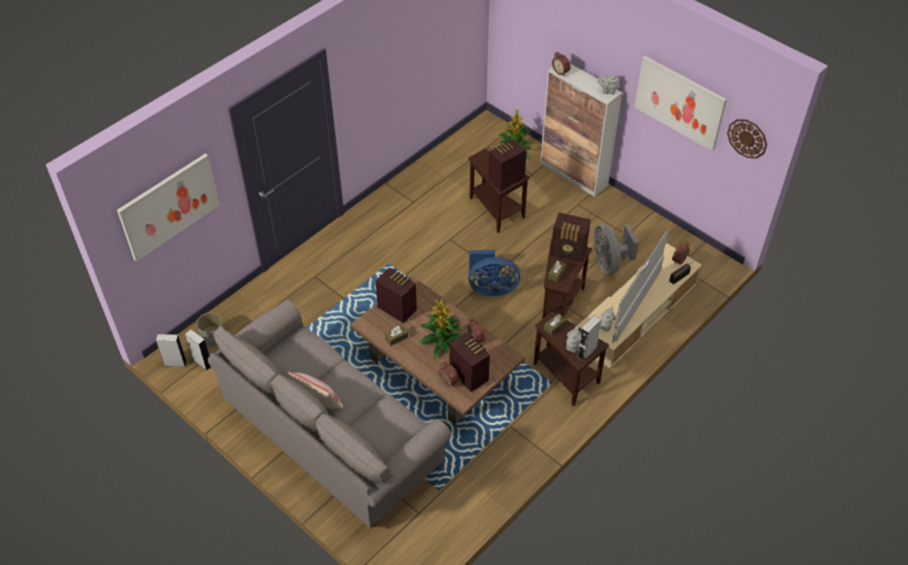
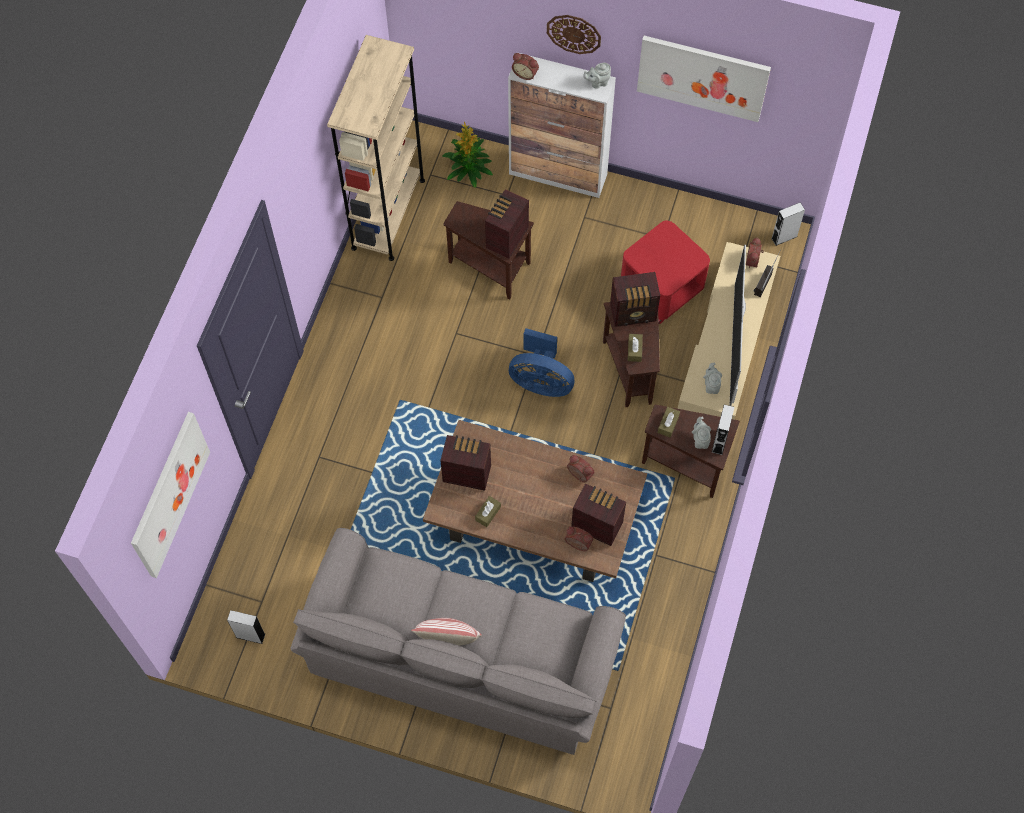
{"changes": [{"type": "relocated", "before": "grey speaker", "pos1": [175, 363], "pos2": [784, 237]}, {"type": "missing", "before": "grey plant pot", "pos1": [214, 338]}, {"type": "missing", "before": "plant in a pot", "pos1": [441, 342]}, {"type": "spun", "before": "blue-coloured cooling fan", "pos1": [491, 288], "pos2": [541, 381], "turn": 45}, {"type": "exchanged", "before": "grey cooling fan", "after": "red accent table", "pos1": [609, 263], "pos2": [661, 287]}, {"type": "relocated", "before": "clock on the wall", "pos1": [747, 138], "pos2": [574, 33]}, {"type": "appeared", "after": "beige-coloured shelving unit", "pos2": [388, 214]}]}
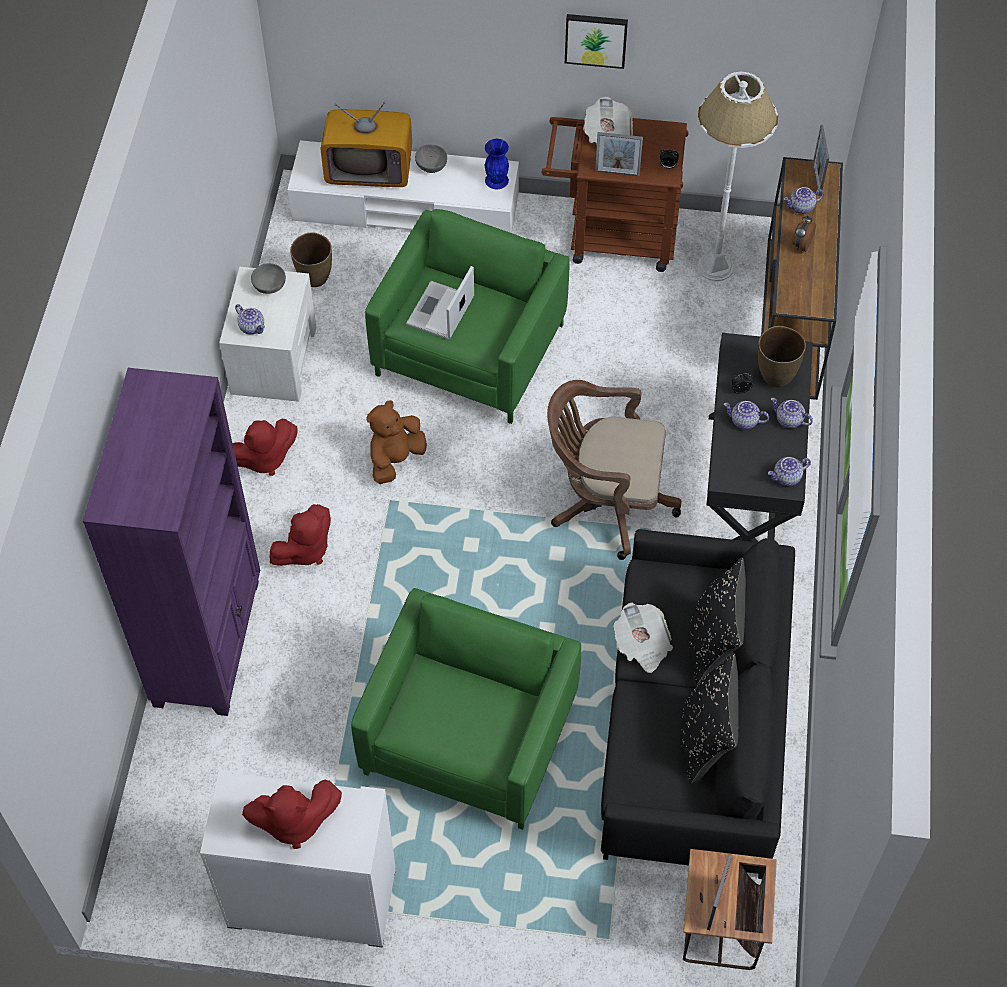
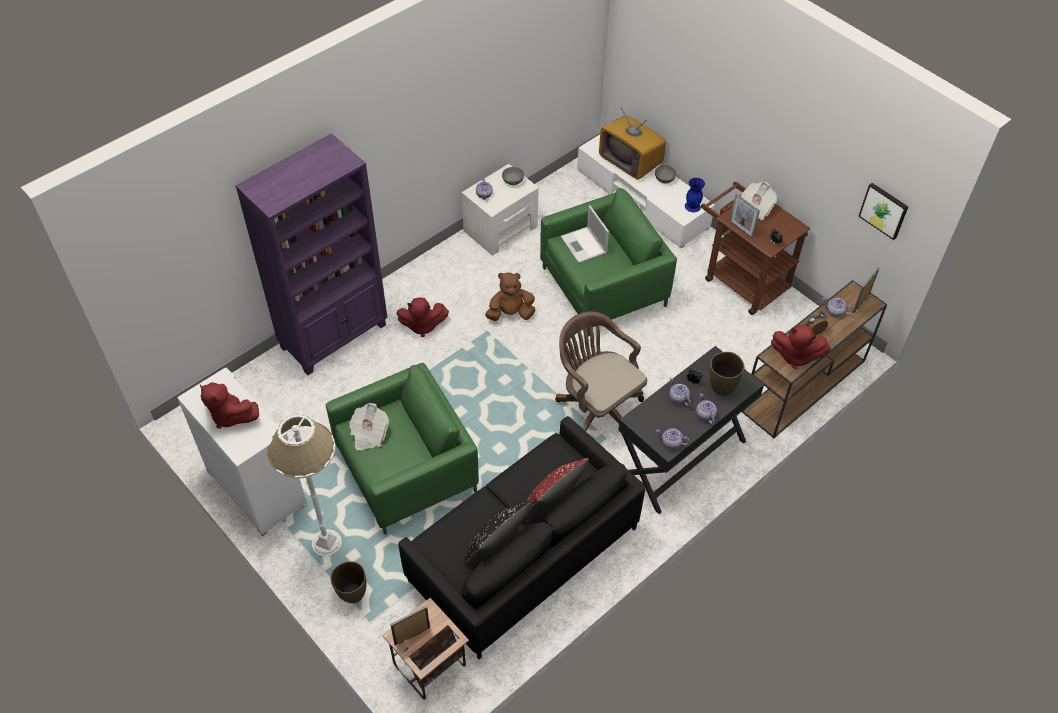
{"changes": [{"type": "relocated", "before": "red cuddly toy", "pos1": [264, 458], "pos2": [795, 356]}, {"type": "relocated", "before": "brown-coloured vase", "pos1": [315, 279], "pos2": [352, 595]}, {"type": "spun", "before": "notebook computer", "pos1": [440, 312], "pos2": [584, 245], "turn": -90}, {"type": "relocated", "before": "wall picture", "pos1": [596, 39], "pos2": [884, 210]}, {"type": "relocated", "before": "newspaper", "pos1": [642, 645], "pos2": [369, 434]}, {"type": "colour", "before": "black pillow", "after": "red pillow", "pos1": [712, 643], "pos2": [552, 504]}, {"type": "relocated", "before": "white-coloured standing lamp", "pos1": [715, 267], "pos2": [326, 543]}]}
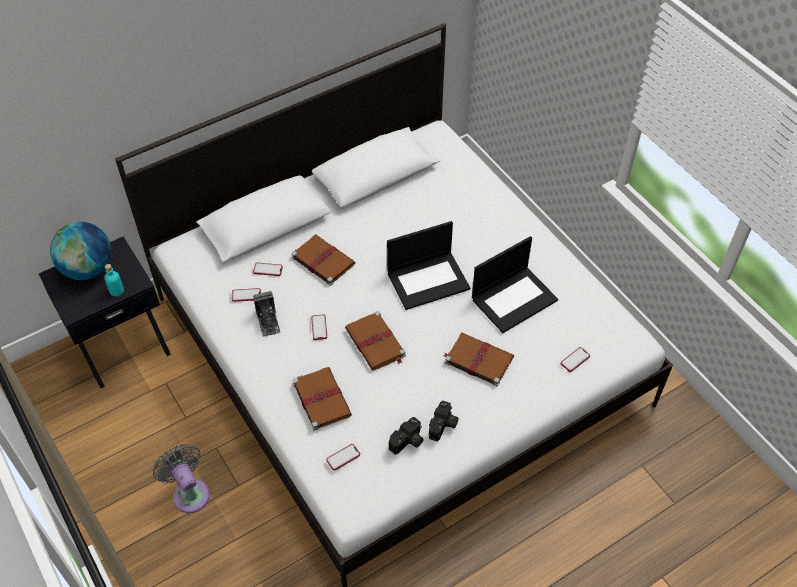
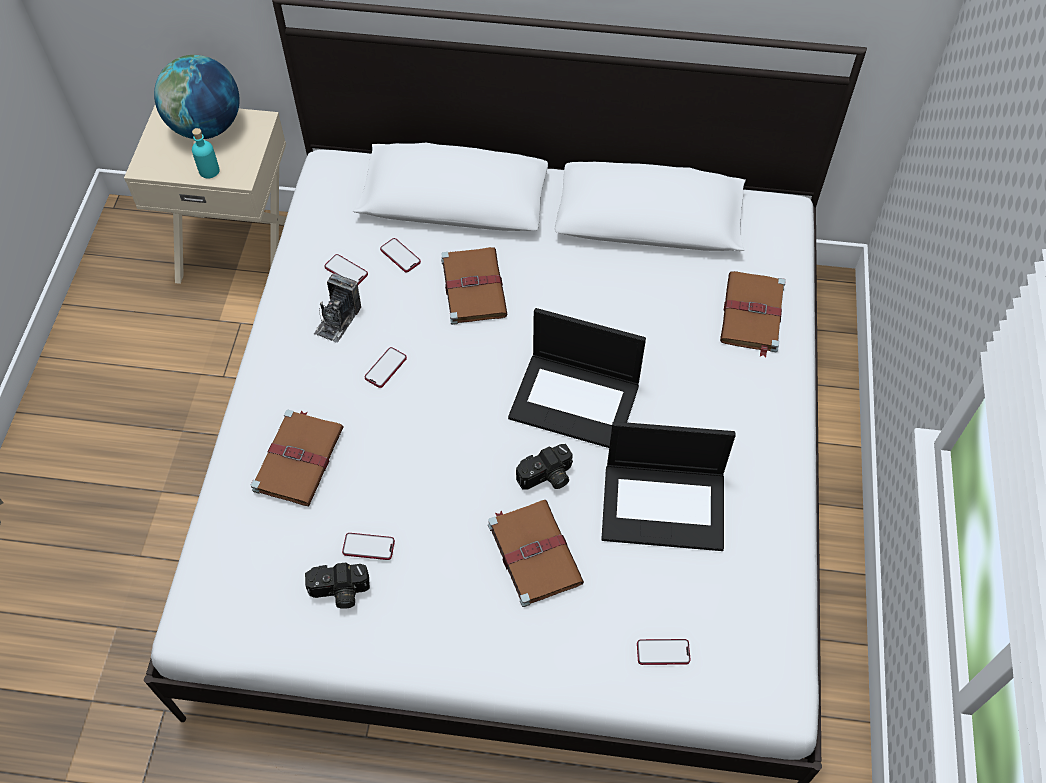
{"changes": [{"type": "colour", "before": "black bedside table", "after": "beige-coloured bedside table", "pos1": [121, 345], "pos2": [238, 249]}, {"type": "missing", "before": "grey cooling fan", "pos1": [189, 492]}, {"type": "relocated", "before": "handset", "pos1": [343, 457], "pos2": [368, 547]}, {"type": "relocated", "before": "brown-coloured book", "pos1": [376, 343], "pos2": [752, 315]}, {"type": "relocated", "before": "photo camera", "pos1": [443, 426], "pos2": [547, 478]}]}
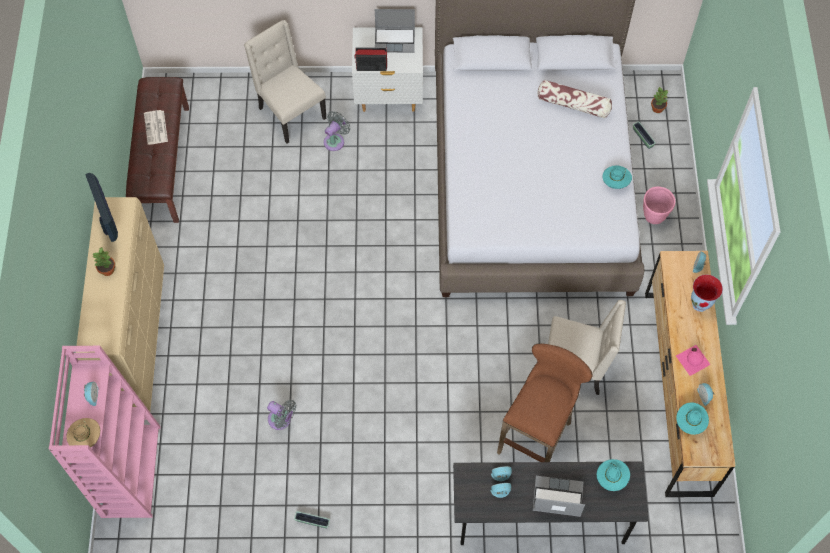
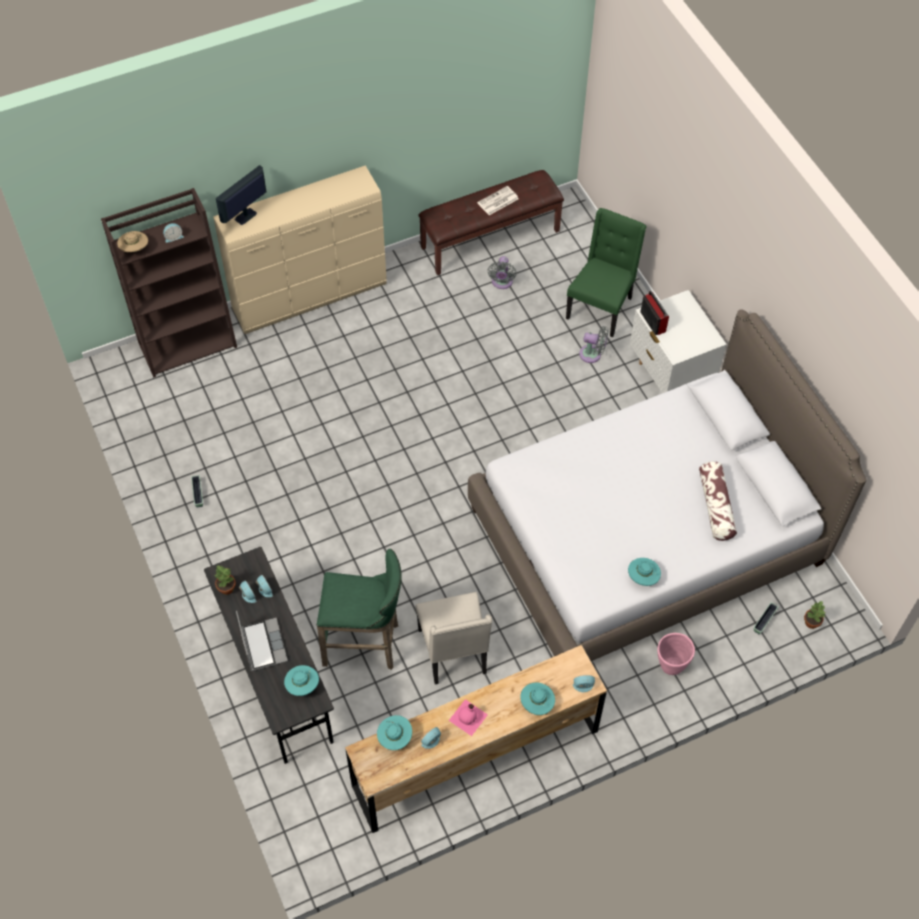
{"changes": [{"type": "colour", "before": "pinkish shelving unit", "after": "brown-coloured shelving unit", "pos1": [130, 470], "pos2": [188, 344]}, {"type": "relocated", "before": "computer screen", "pos1": [108, 224], "pos2": [245, 216]}, {"type": "relocated", "before": "plant in a pot", "pos1": [107, 270], "pos2": [226, 588]}, {"type": "colour", "before": "beige-coloured plain chair", "after": "green-coloured plain chair", "pos1": [290, 113], "pos2": [600, 307]}, {"type": "relocated", "before": "grey cooling fan", "pos1": [281, 420], "pos2": [501, 283]}, {"type": "missing", "before": "notebook computer", "pos1": [395, 40]}, {"type": "colour", "before": "brown-coloured sitting stool", "after": "green-coloured sitting stool", "pos1": [537, 435], "pos2": [365, 644]}, {"type": "exchanged", "before": "vase", "after": "turquoise-coloured hat", "pos1": [700, 304], "pos2": [537, 704]}]}
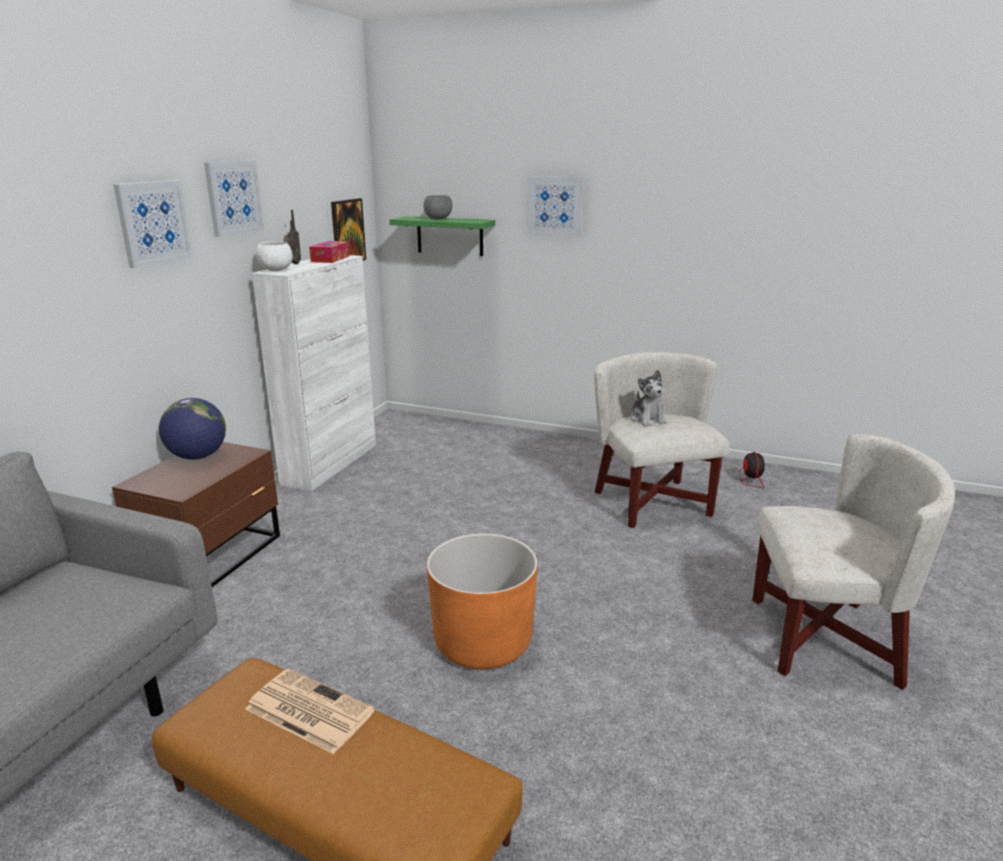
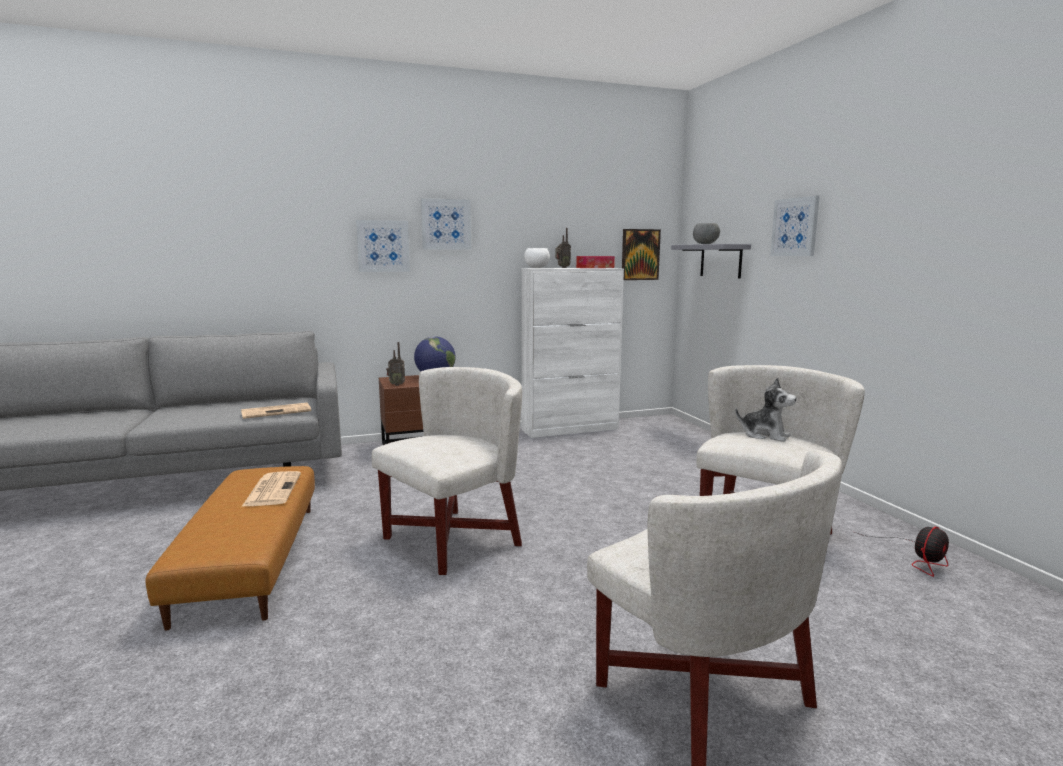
{"changes": [{"type": "relocated", "before": "wall picture", "pos1": [233, 197], "pos2": [383, 246]}, {"type": "colour", "before": "green-coloured shelf", "after": "grey shelf", "pos1": [450, 236], "pos2": [721, 261]}, {"type": "exchanged", "before": "orange plant pot", "after": "white-coloured armchair", "pos1": [483, 642], "pos2": [452, 540]}, {"type": "spun", "before": "cuddly toy", "pos1": [648, 419], "pos2": [765, 435], "turn": -90}, {"type": "appeared", "after": "newspaper", "pos2": [277, 411]}, {"type": "appeared", "after": "radio set", "pos2": [396, 384]}]}
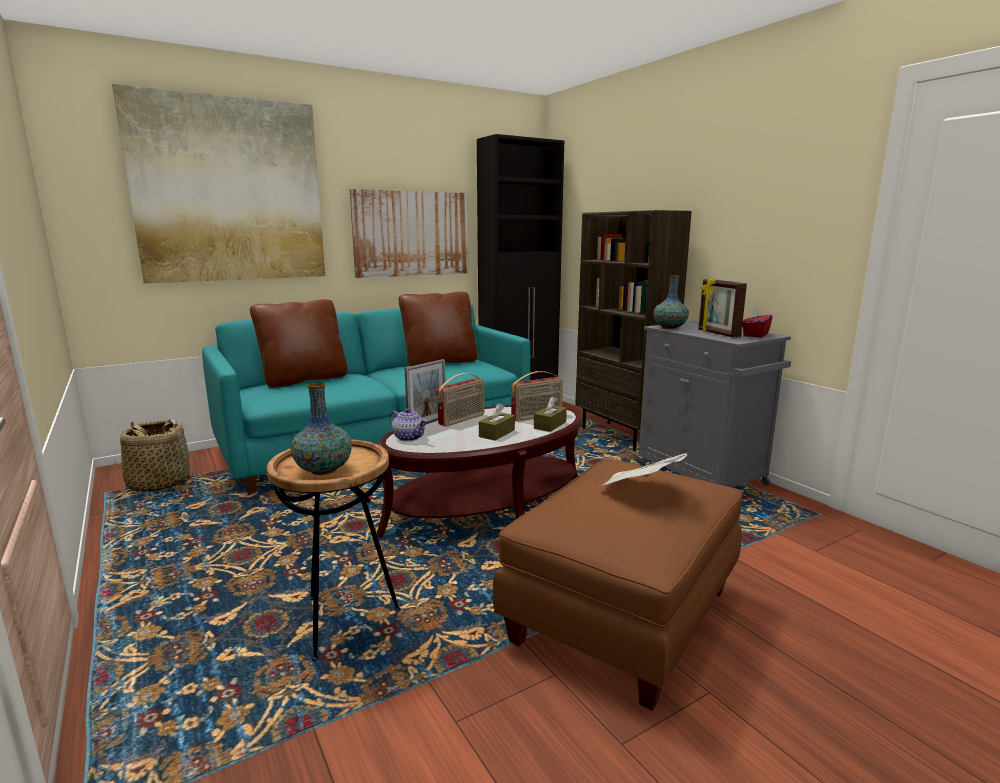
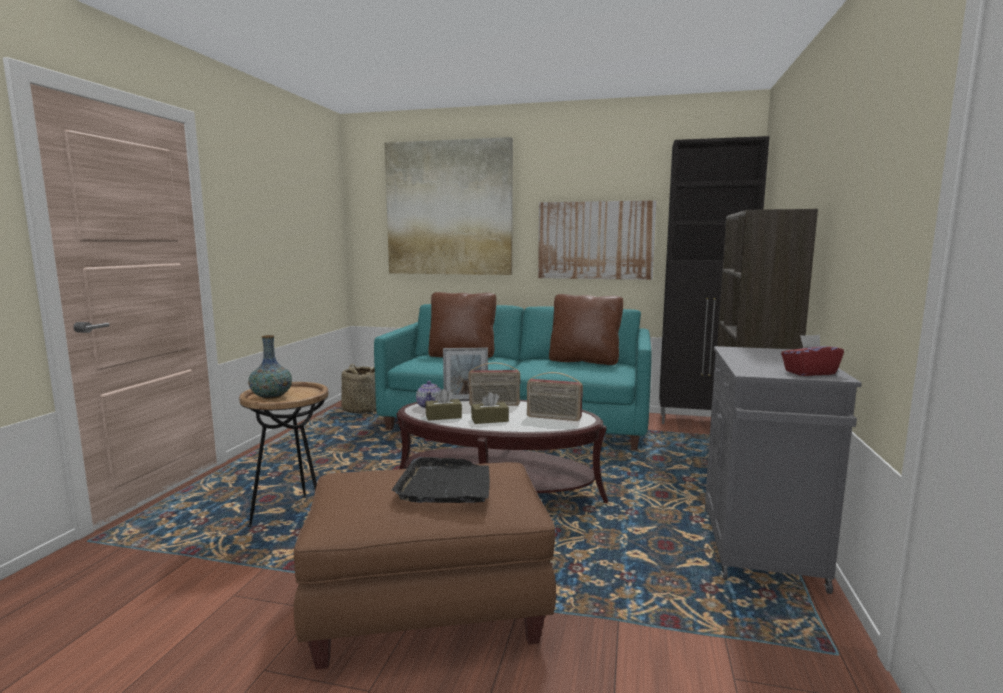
{"changes": [{"type": "relocated", "before": "brown-coloured tissue holder", "pos1": [550, 425], "pos2": [443, 416]}, {"type": "exchanged", "before": "newspaper", "after": "black carrying tray", "pos1": [640, 490], "pos2": [446, 485]}, {"type": "missing", "before": "vase", "pos1": [669, 328]}, {"type": "missing", "before": "picture frame", "pos1": [718, 334]}]}
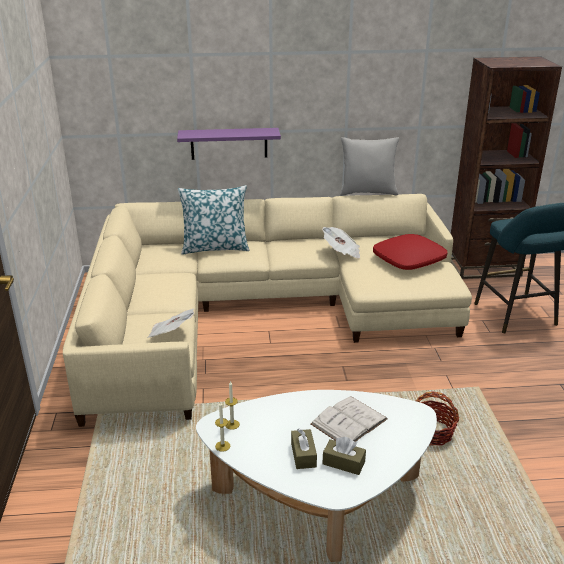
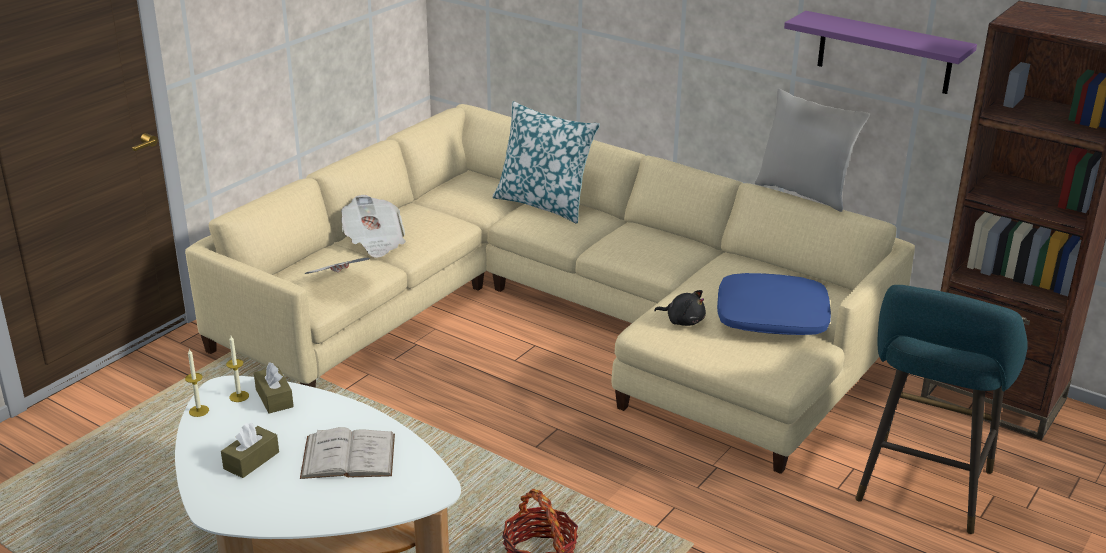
{"changes": [{"type": "relocated", "before": "purplish shelf", "pos1": [229, 143], "pos2": [884, 53]}, {"type": "relocated", "before": "newspaper", "pos1": [342, 252], "pos2": [374, 242]}, {"type": "relocated", "before": "brown-coloured tissue holder", "pos1": [343, 463], "pos2": [274, 398]}, {"type": "colour", "before": "red pillow", "after": "blue-coloured pillow", "pos1": [409, 260], "pos2": [771, 318]}, {"type": "appeared", "after": "black cuddly toy", "pos2": [683, 321]}]}
